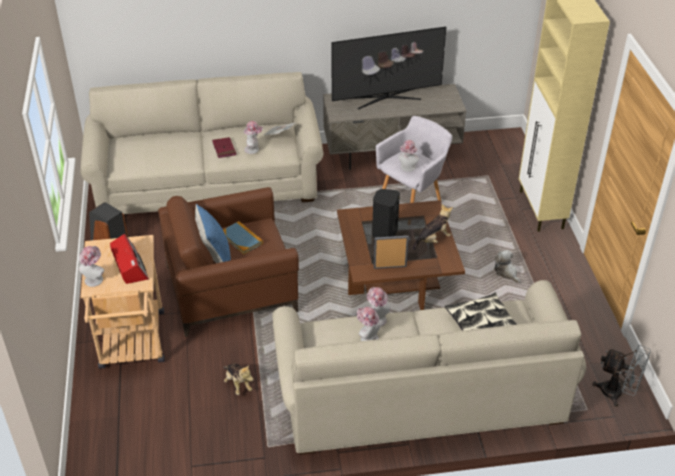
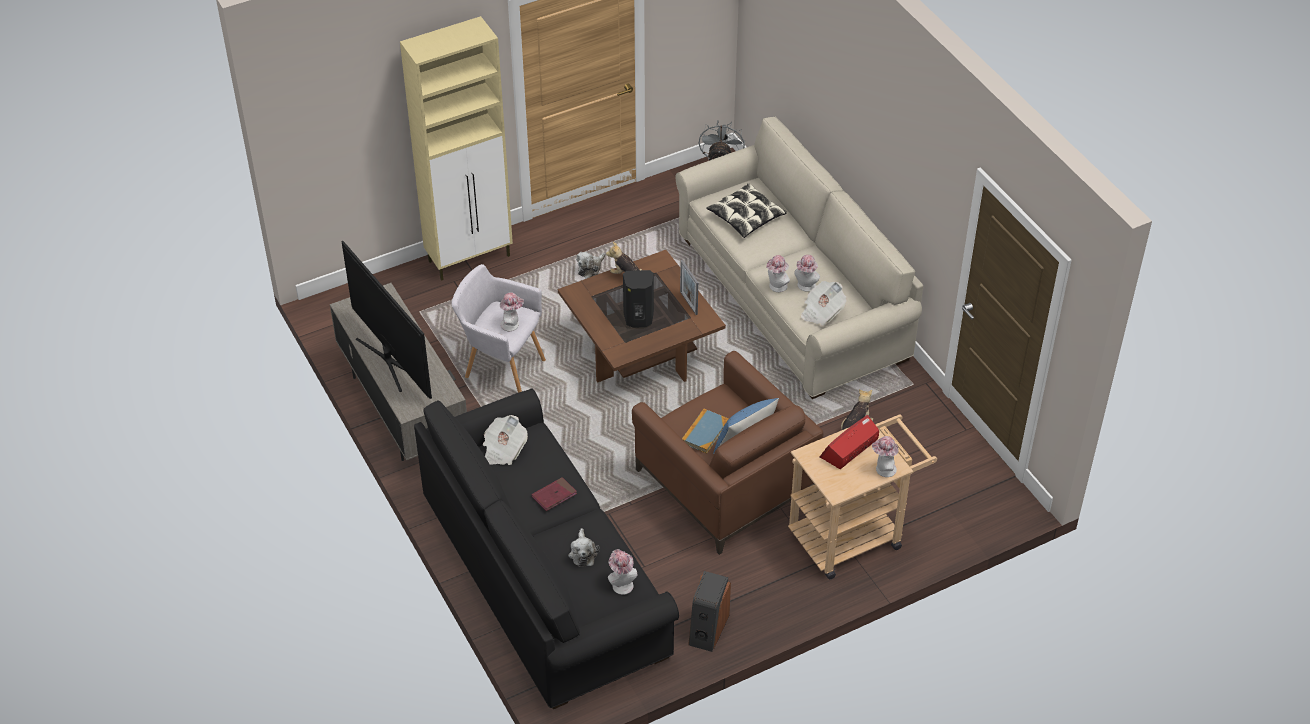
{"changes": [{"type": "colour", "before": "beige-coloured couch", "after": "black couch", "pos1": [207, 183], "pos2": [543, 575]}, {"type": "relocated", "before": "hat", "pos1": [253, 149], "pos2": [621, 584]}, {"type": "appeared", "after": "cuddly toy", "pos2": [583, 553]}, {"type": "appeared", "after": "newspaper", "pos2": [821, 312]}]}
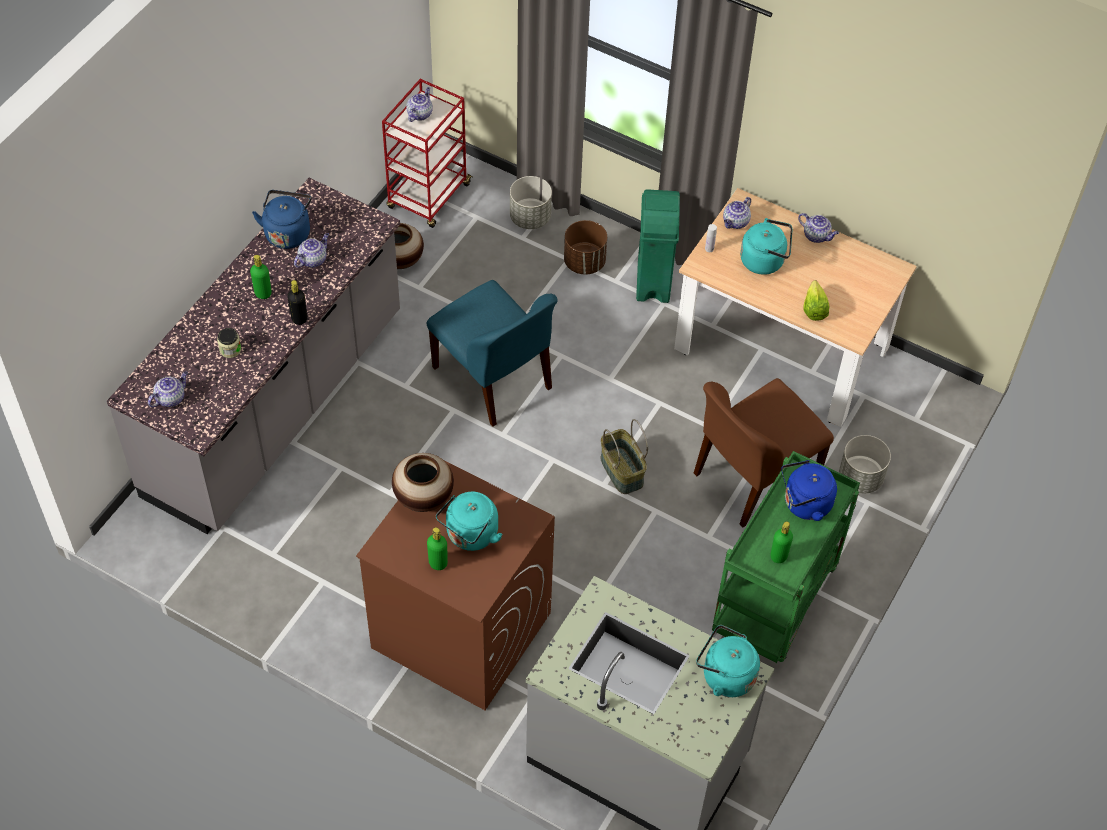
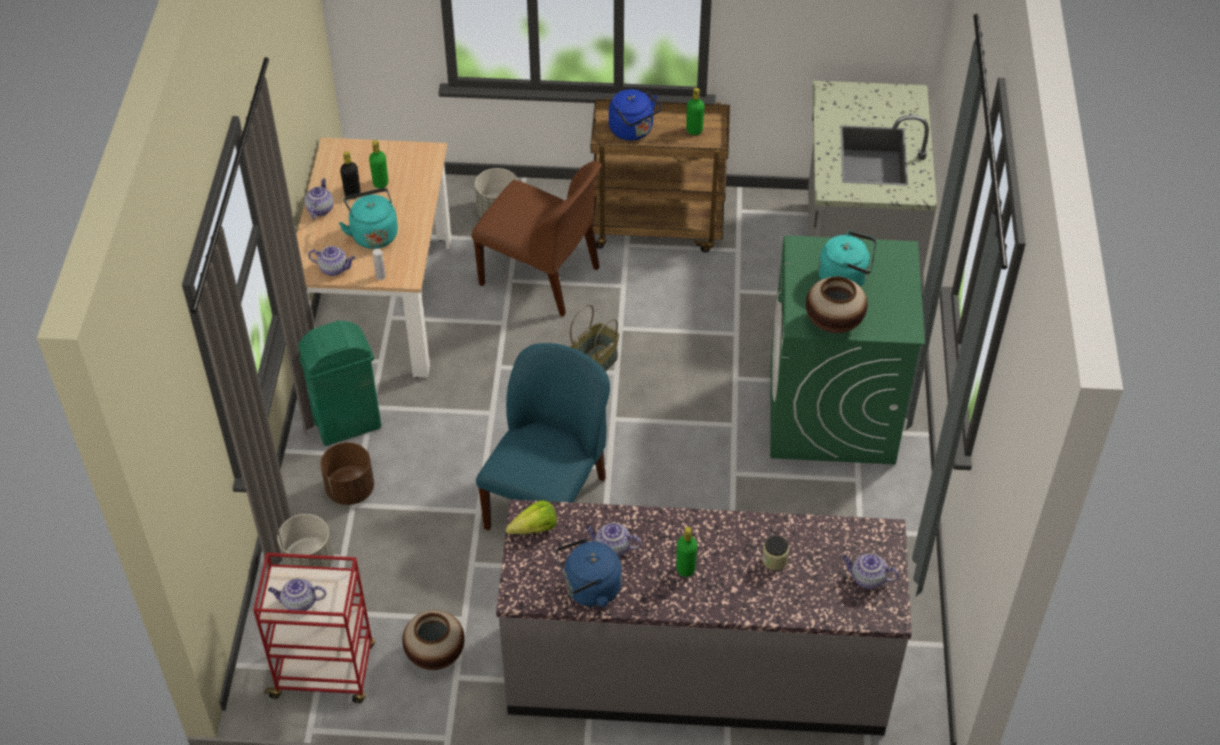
{"changes": [{"type": "relocated", "before": "black beverage bottle", "pos1": [299, 319], "pos2": [352, 194]}, {"type": "colour", "before": "brown-coloured washing machine", "after": "green-coloured washing machine", "pos1": [460, 630], "pos2": [832, 411]}, {"type": "relocated", "before": "green-coloured beverage bottle", "pos1": [438, 563], "pos2": [380, 183]}, {"type": "missing", "before": "turquoise-coloured tea kettle", "pos1": [725, 675]}, {"type": "colour", "before": "green-coloured cart", "after": "brown-coloured cart", "pos1": [775, 603], "pos2": [658, 226]}, {"type": "relocated", "before": "lettuce", "pos1": [814, 306], "pos2": [530, 530]}]}
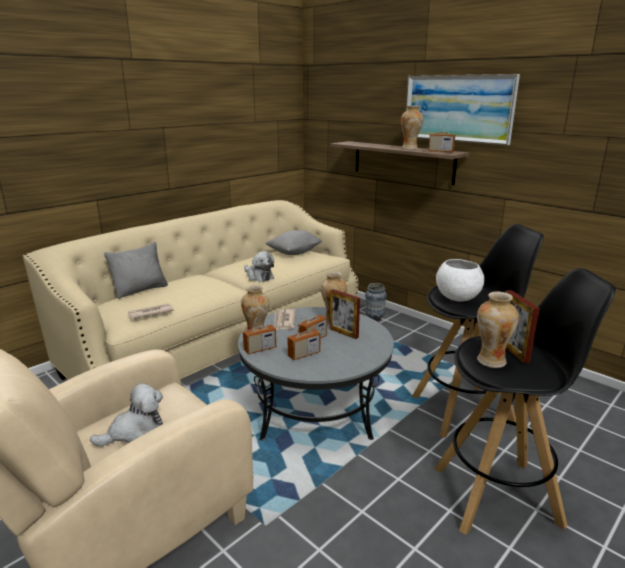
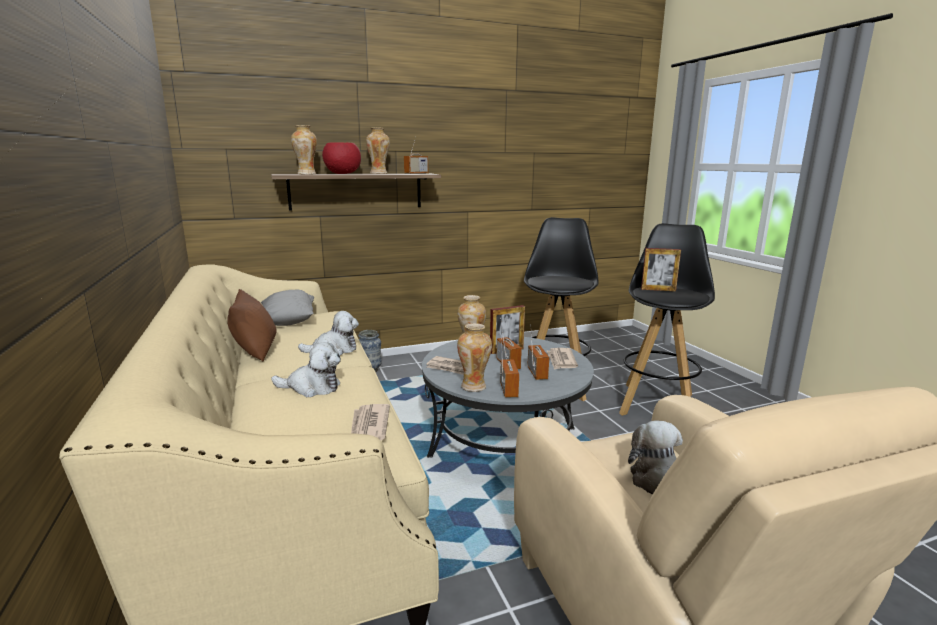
{"changes": [{"type": "missing", "before": "grey pillow", "pos1": [140, 290]}, {"type": "missing", "before": "wall picture", "pos1": [457, 108]}, {"type": "missing", "before": "white-coloured deep dish", "pos1": [457, 298]}, {"type": "relocated", "before": "vase", "pos1": [490, 361], "pos2": [306, 174]}, {"type": "appeared", "after": "brown-coloured pillow", "pos2": [255, 351]}, {"type": "appeared", "after": "cuddly toy", "pos2": [312, 387]}, {"type": "appeared", "after": "red deep dish", "pos2": [342, 174]}, {"type": "appeared", "after": "newspaper", "pos2": [561, 360]}]}
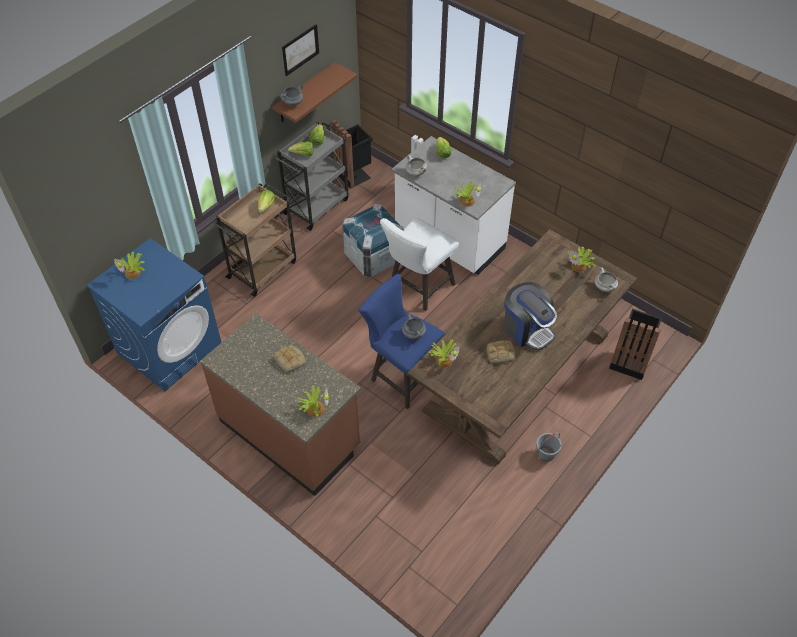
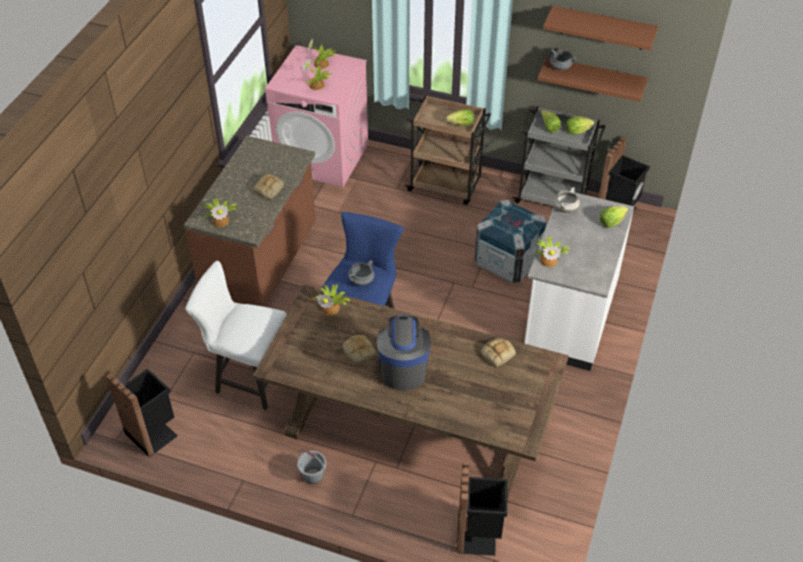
{"changes": [{"type": "colour", "before": "blue-coloured washing machine", "after": "pinkish washing machine", "pos1": [169, 347], "pos2": [322, 157]}, {"type": "exchanged", "before": "wall picture", "after": "brown-coloured shelf", "pos1": [300, 49], "pos2": [602, 28]}, {"type": "relocated", "before": "white-coloured sitting stool", "pos1": [418, 289], "pos2": [247, 377]}, {"type": "spun", "before": "coffee brewer", "pos1": [527, 329], "pos2": [403, 367], "turn": 150}, {"type": "relocated", "before": "plant in a pot", "pos1": [579, 266], "pos2": [317, 86]}, {"type": "missing", "before": "white-coloured saucepot", "pos1": [605, 288]}, {"type": "appeared", "after": "black rubbish bin", "pos2": [153, 433]}, {"type": "appeared", "after": "baked bread", "pos2": [497, 353]}]}
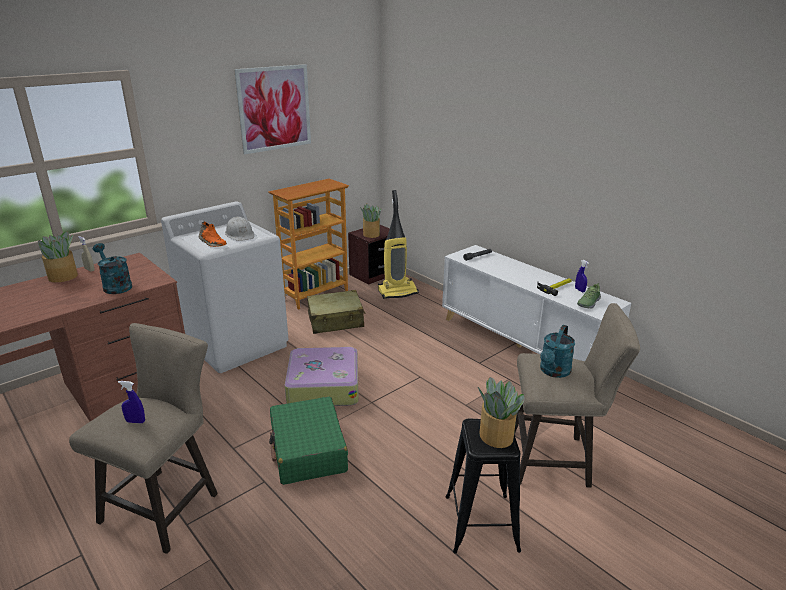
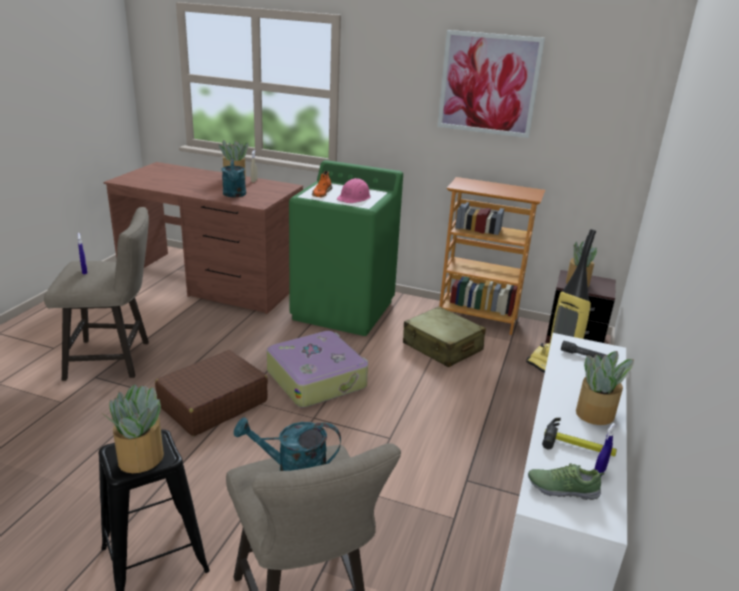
{"changes": [{"type": "spun", "before": "turquoise-coloured sprinkling can", "pos1": [115, 286], "pos2": [234, 195], "turn": 150}, {"type": "colour", "before": "white-coloured washing machine", "after": "green-coloured washing machine", "pos1": [236, 343], "pos2": [344, 310]}, {"type": "colour", "before": "white-coloured safety helmet", "after": "pinkish safety helmet", "pos1": [240, 234], "pos2": [354, 197]}, {"type": "colour", "before": "green-coloured piece of luggage", "after": "brown-coloured piece of luggage", "pos1": [308, 450], "pos2": [212, 403]}, {"type": "appeared", "after": "plant in a pot", "pos2": [596, 414]}]}
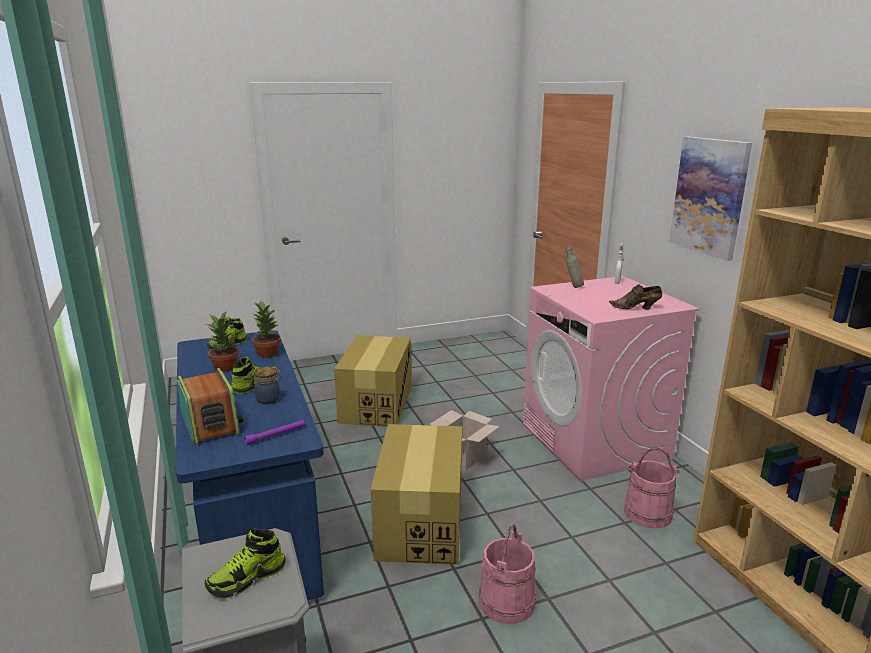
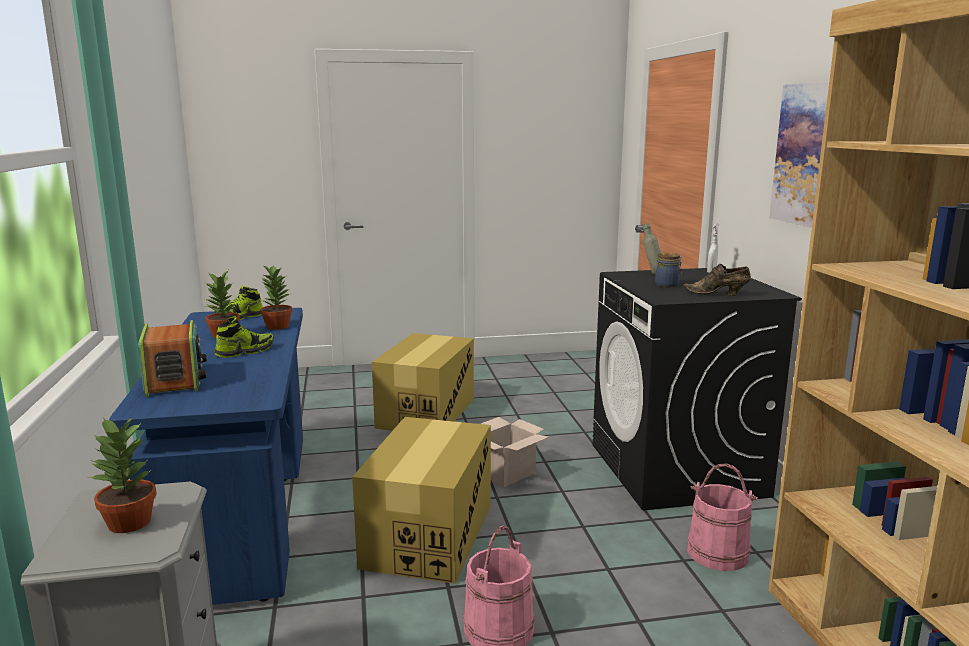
{"changes": [{"type": "exchanged", "before": "item of footwear", "after": "plant in a pot", "pos1": [247, 578], "pos2": [130, 523]}, {"type": "missing", "before": "purplish flashlight", "pos1": [275, 435]}, {"type": "relocated", "before": "preserve jar", "pos1": [269, 399], "pos2": [667, 285]}, {"type": "colour", "before": "pinkish washing machine", "after": "black washing machine", "pos1": [595, 441], "pos2": [677, 470]}]}
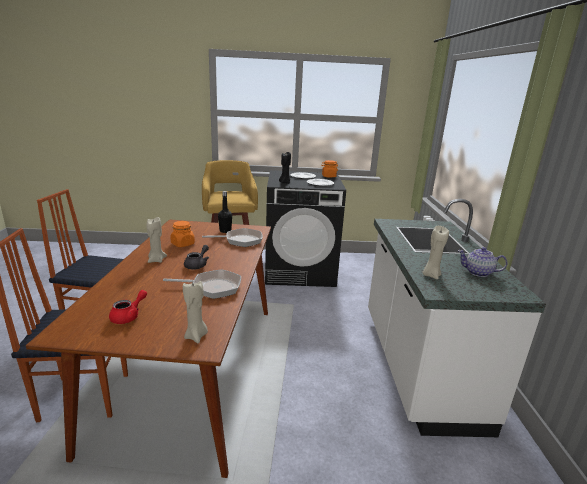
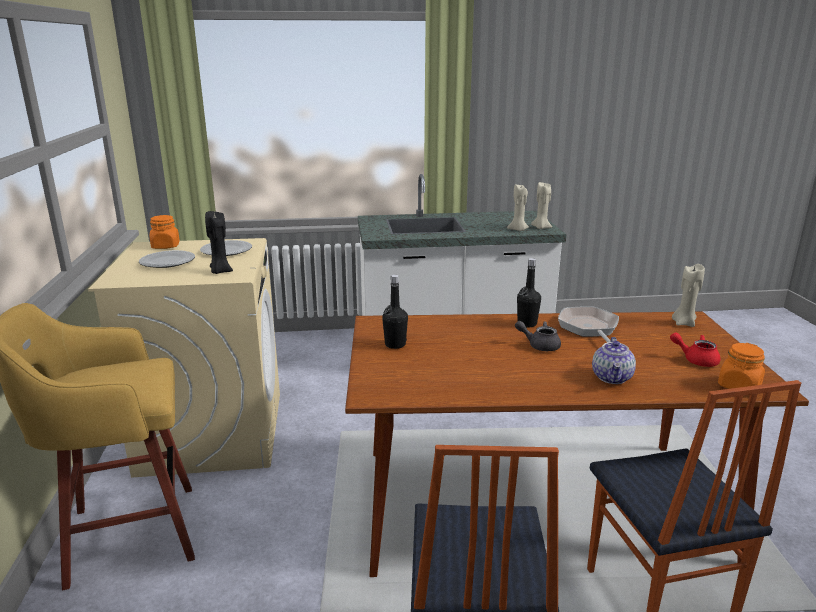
{"changes": [{"type": "relocated", "before": "beige-coloured wax candle", "pos1": [156, 260], "pos2": [541, 228]}, {"type": "relocated", "before": "orange preserve jar", "pos1": [182, 244], "pos2": [739, 386]}, {"type": "missing", "before": "pan", "pos1": [240, 240]}, {"type": "colour", "before": "black washing machine", "after": "beige-coloured washing machine", "pos1": [300, 270], "pos2": [213, 432]}, {"type": "relocated", "before": "tea pot", "pos1": [478, 272], "pos2": [612, 378]}, {"type": "appeared", "after": "black beverage bottle", "pos2": [527, 324]}]}
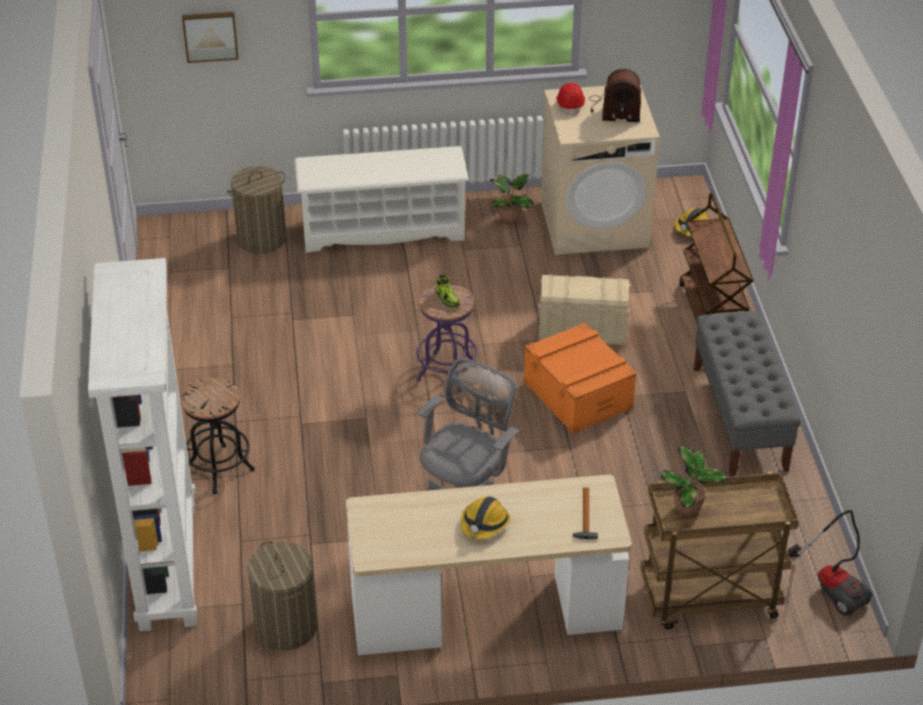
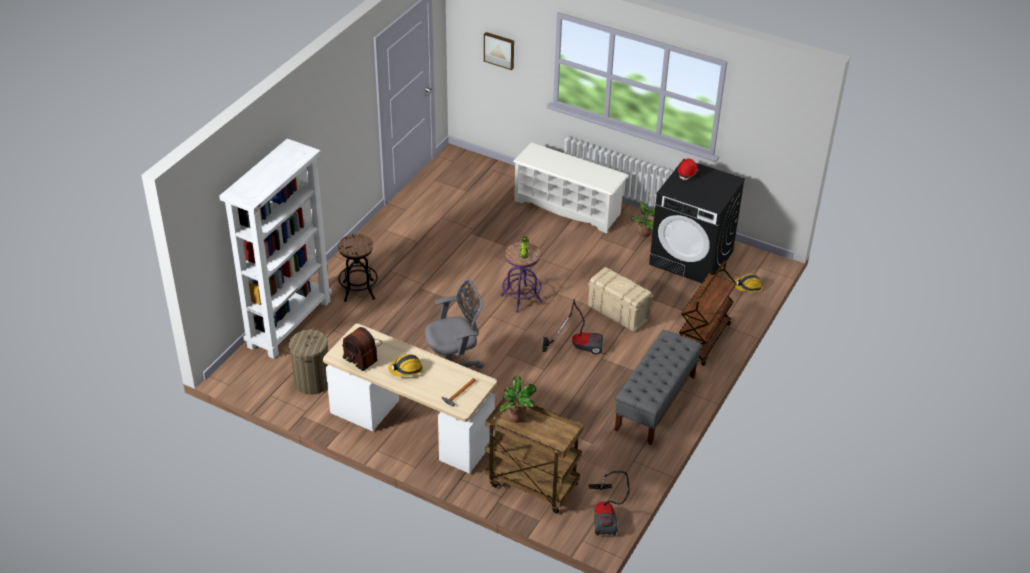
{"changes": [{"type": "missing", "before": "hamper", "pos1": [261, 239]}, {"type": "exchanged", "before": "orange storage bin", "after": "vacuum cleaner", "pos1": [578, 395], "pos2": [578, 345]}, {"type": "colour", "before": "beige-coloured washing machine", "after": "black washing machine", "pos1": [595, 224], "pos2": [691, 258]}, {"type": "relocated", "before": "radio set", "pos1": [614, 109], "pos2": [362, 353]}]}
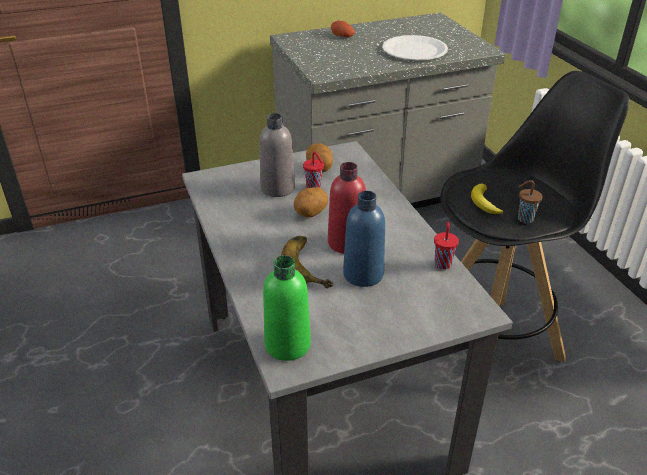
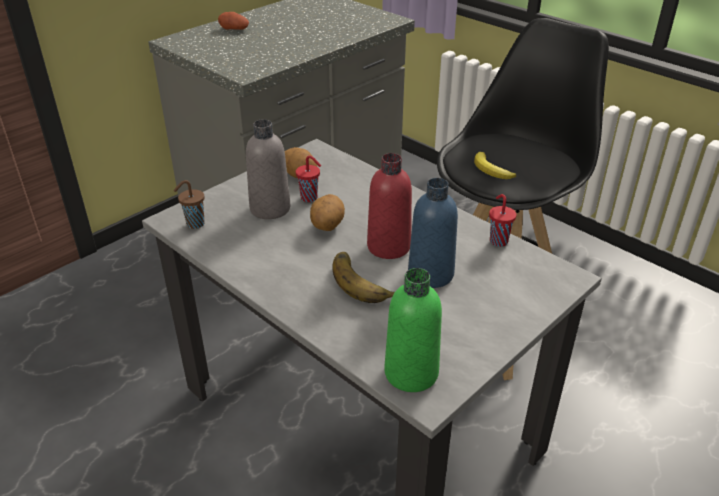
{"changes": [{"type": "missing", "before": "white-coloured dinner plate", "pos1": [414, 50]}, {"type": "relocated", "before": "brown-coloured cup", "pos1": [524, 219], "pos2": [194, 224]}]}
